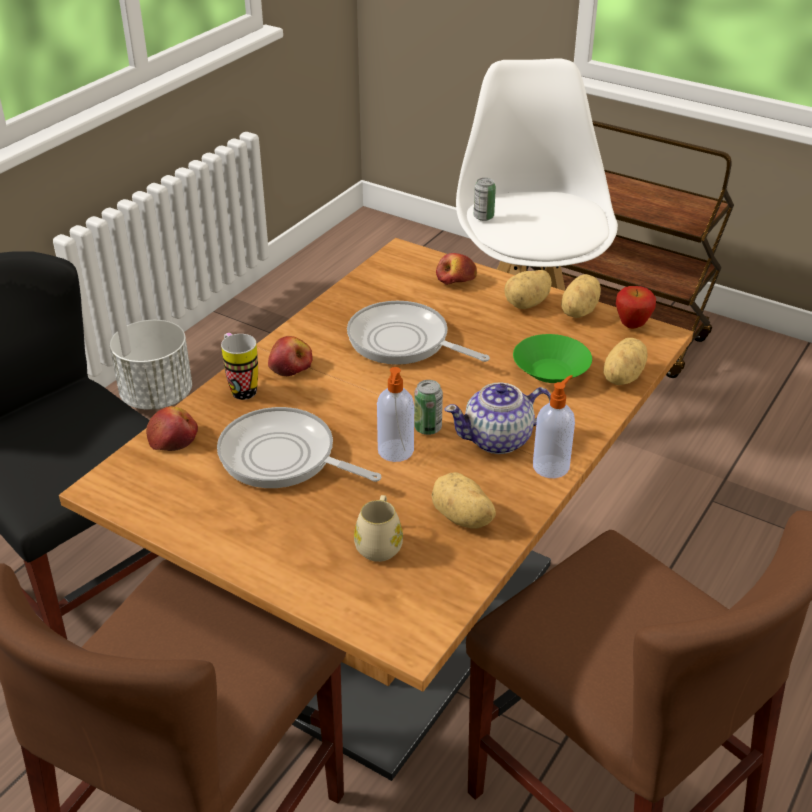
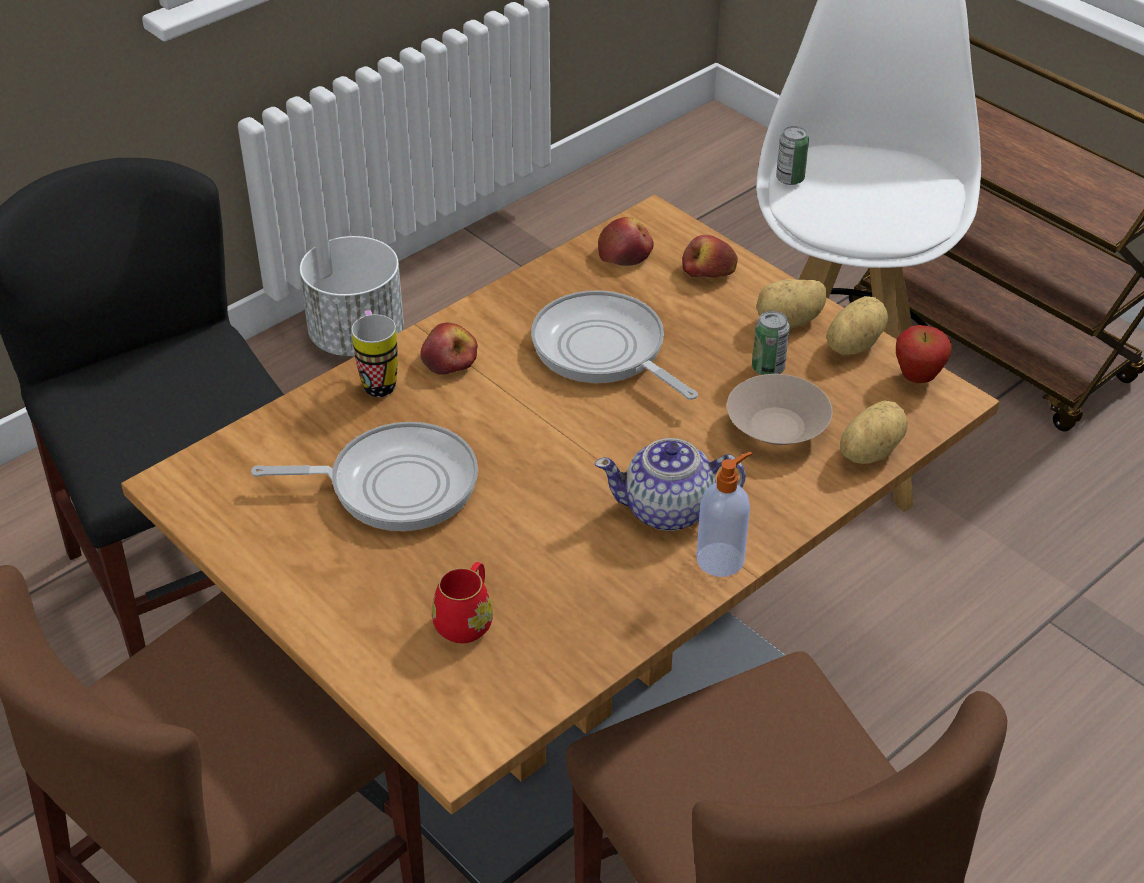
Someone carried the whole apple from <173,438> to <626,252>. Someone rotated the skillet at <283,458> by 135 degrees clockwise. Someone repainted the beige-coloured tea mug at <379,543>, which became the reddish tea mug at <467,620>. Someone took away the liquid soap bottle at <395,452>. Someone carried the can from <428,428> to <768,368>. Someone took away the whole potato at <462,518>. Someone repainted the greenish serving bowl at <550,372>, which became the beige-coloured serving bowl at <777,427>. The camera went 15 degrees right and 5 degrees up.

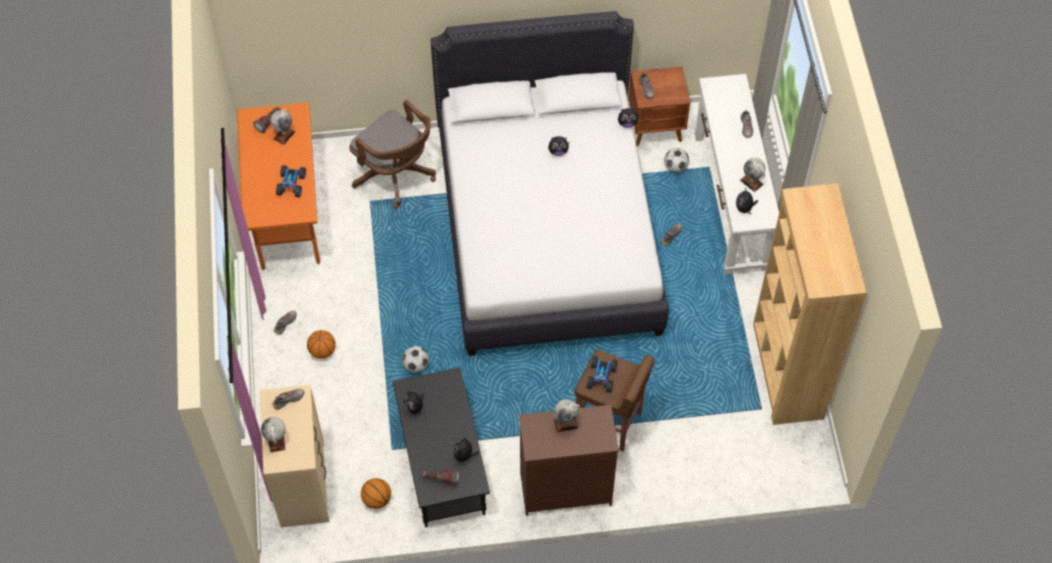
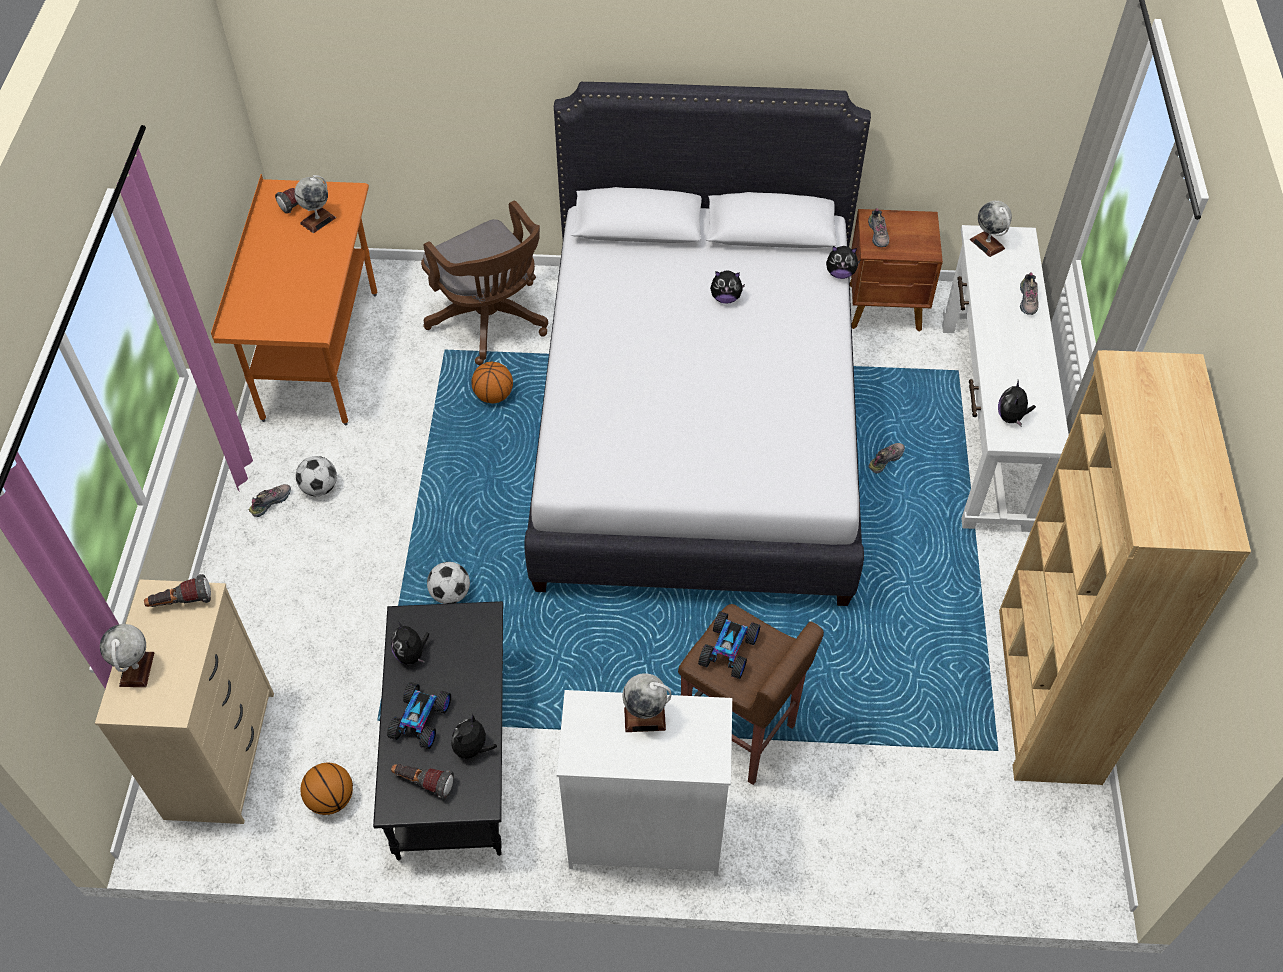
Someone swapped the item of footwear at <288,399> for the hand torch at <181,602>. Someone carried the model car from <292,184> to <421,720>. Someone carried the basketball from <322,351> to <493,395>. Someone repainted the brown-coloured drawer chest at <565,488>, which became the white drawer chest at <645,831>. Someone carried the football ball from <675,167> to <320,488>. Someone carried the desk globe from <751,182> to <987,244>. The camera went 10 degrees right and 5 degrees down.

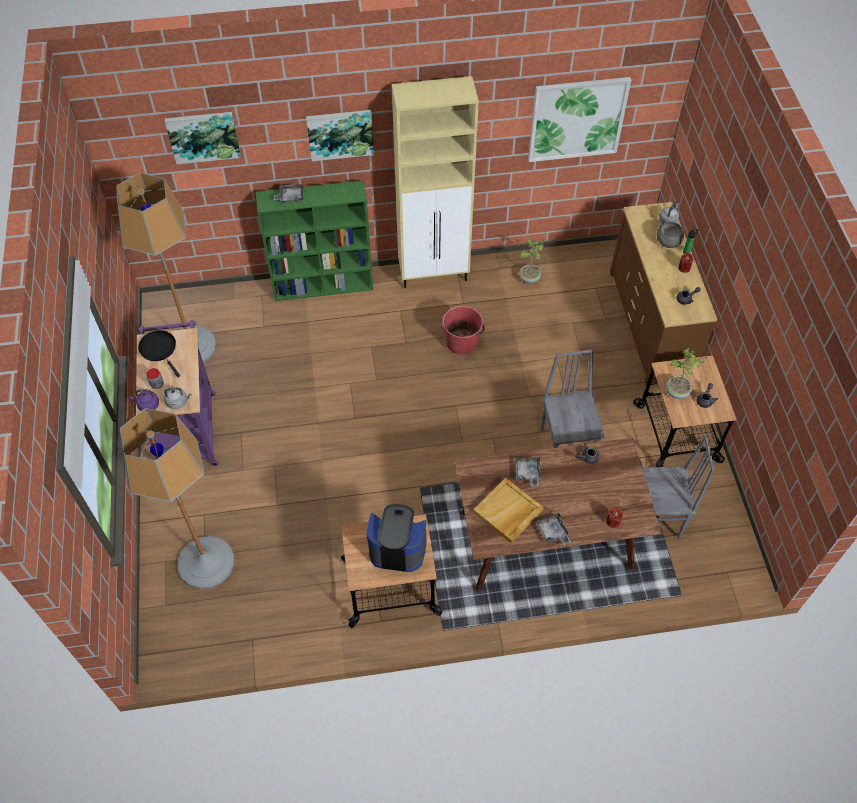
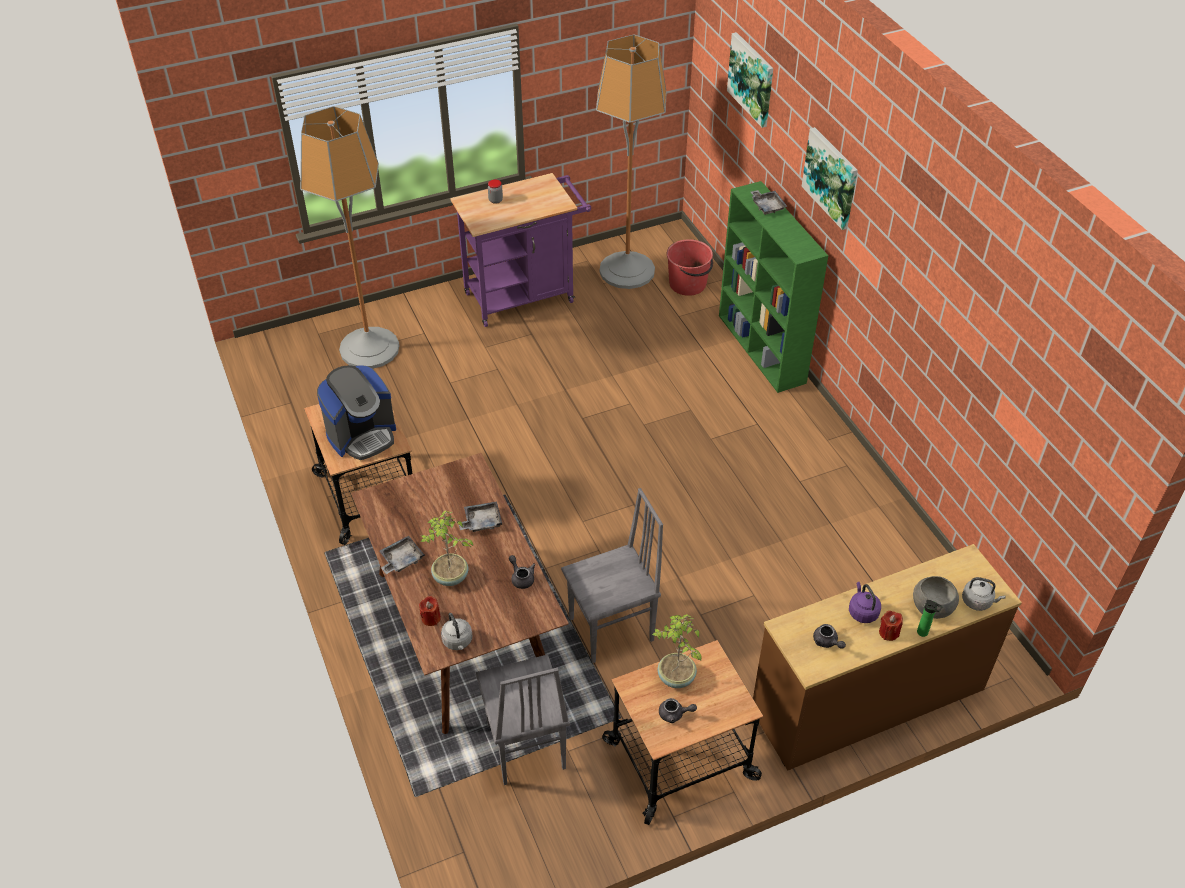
Someone carried the purplish tea kettle from <147,405> to <862,612>. Someone took away the black skillet at <159,349>. Someone carried the greyish tea kettle from <178,402> to <458,642>. Someone rotated the coffee maker at <397,548> by 60 degrees clockwise. Someone took away the beige-coloured cupboard at <434,274>. Someone carried the reddish pail from <462,341> to <688,284>. Someone took away the beige-coloured serving tray at <508,512>. Someone carried the houseplant from <530,278> to <450,577>. Someone took away the wall art at <577,119>. The camera went 75 degrees right and 10 degrees down.

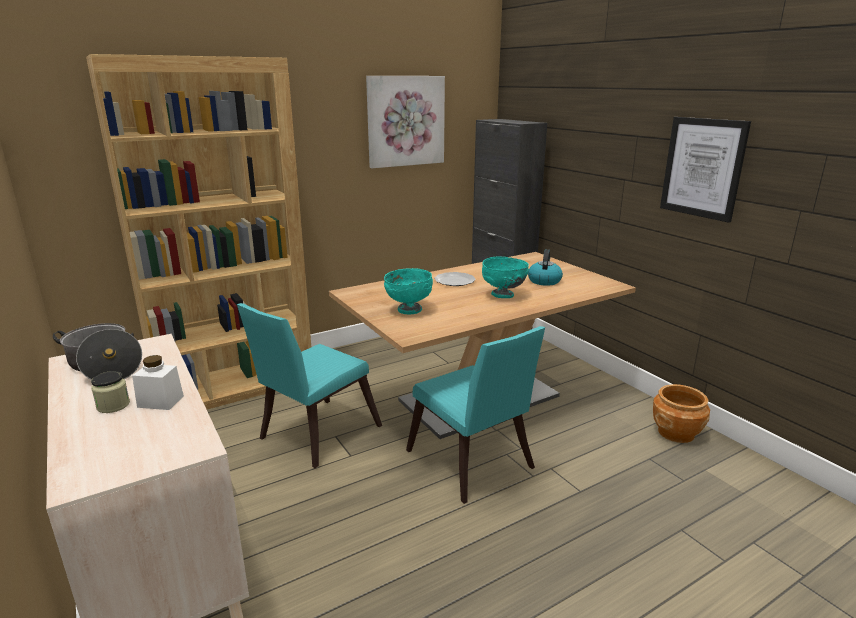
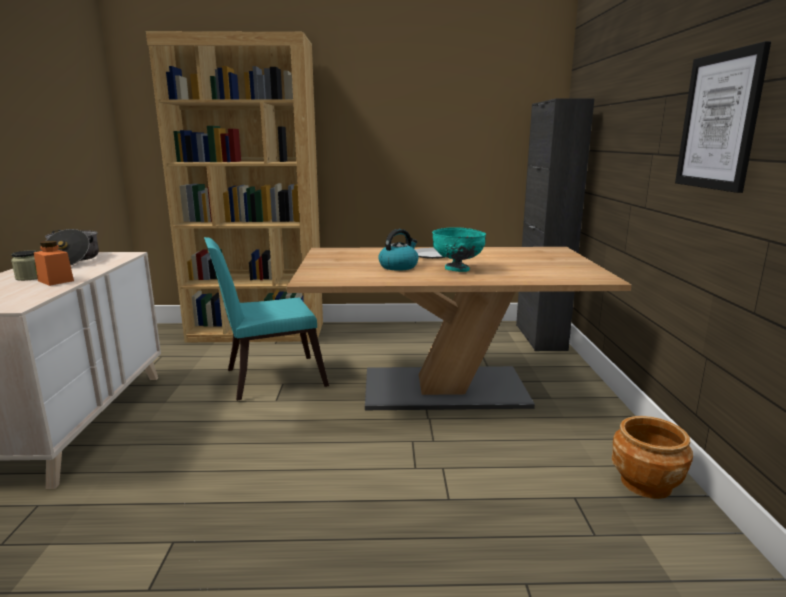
Someone repainted the white preserve jar at <160,401>, which became the orangey preserve jar at <55,281>. Someone took away the wall art at <405,121>. Someone took away the turquoise-coloured serving bowl at <409,310>. Someone took away the turquoise-coloured upright chair at <472,465>. Someone carried the tea kettle from <544,281> to <398,266>. The camera went 30 degrees right and 5 degrees down.

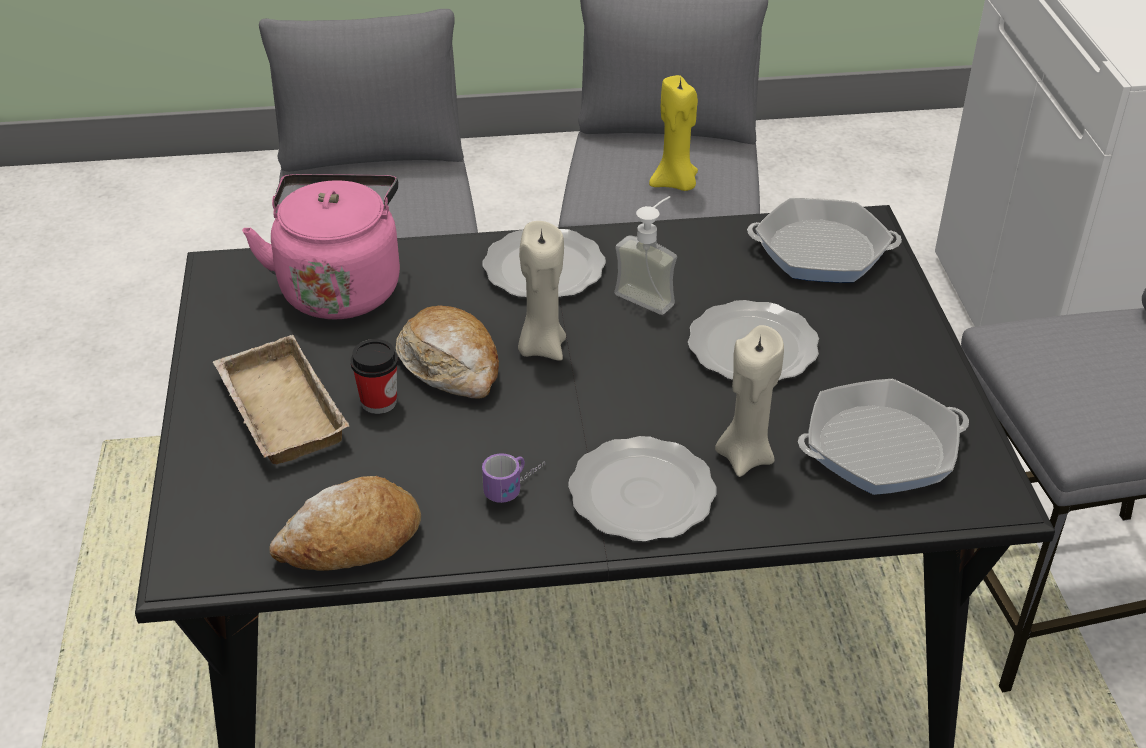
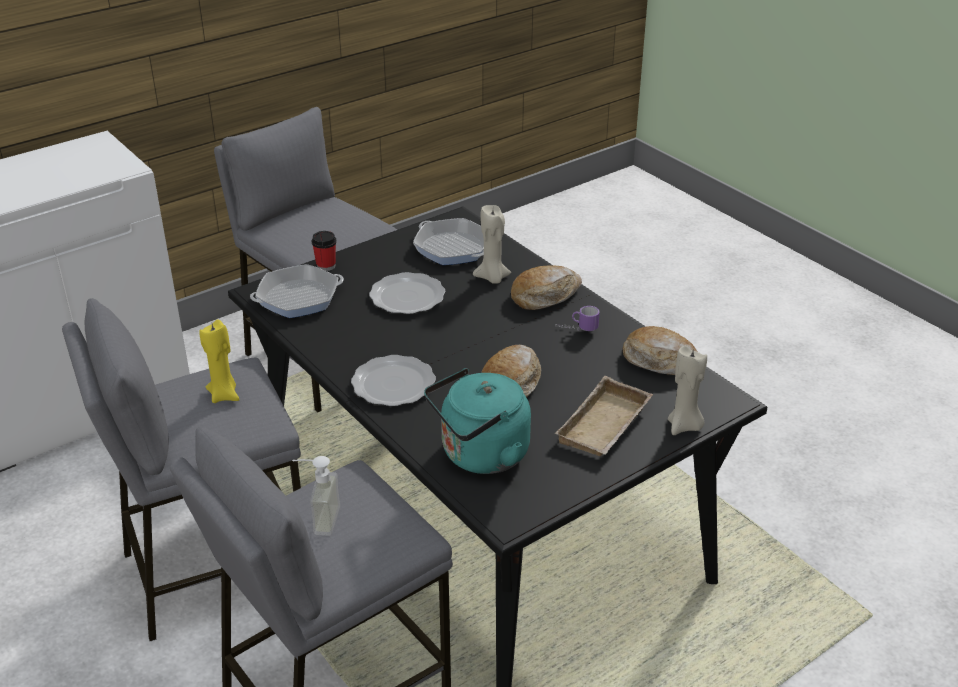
Someone repainted the pinkish tea kettle at <340,287>, which became the turquoise-coloured tea kettle at <480,455>. Someone carried the cup from <379,402> to <326,266>. Someone carried the beige-coloured candle from <541,347> to <684,426>. Someone swapped the plate at <643,495> for the bread at <545,296>. Someone carried the liquid soap bottle from <651,293> to <317,519>. Someone rotated the skillet at <821,250> by 90 degrees counterclockwise. The camera went 120 degrees left and 5 degrees down.

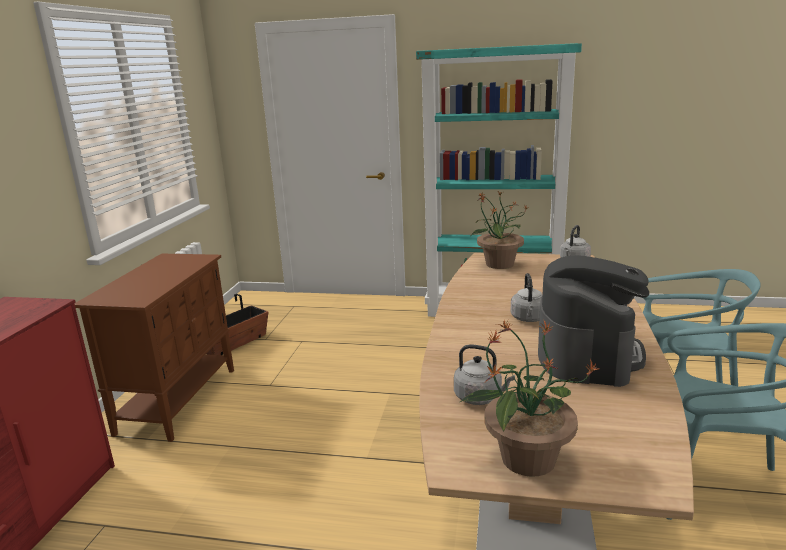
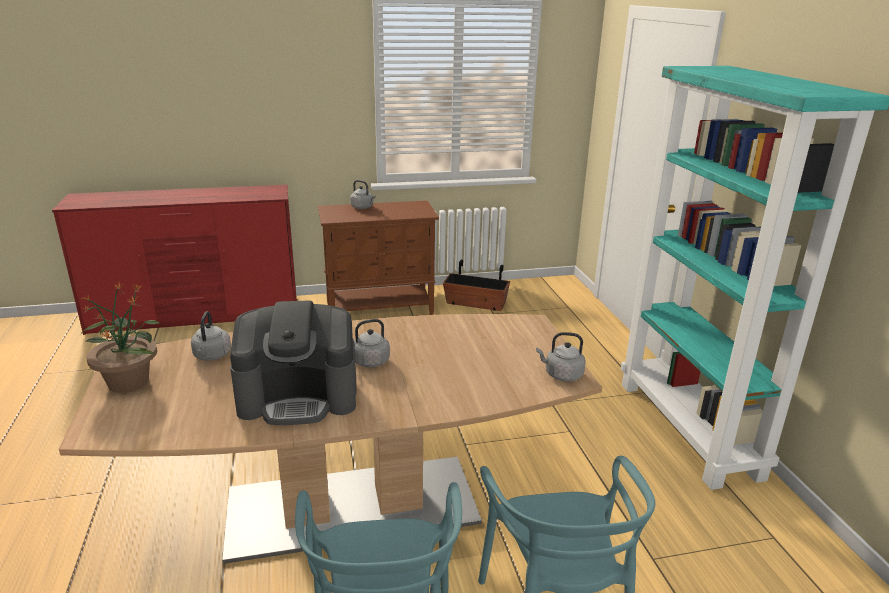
Someone took away the houseplant at <498,264>. Someone put down the greyish tea kettle at <363,207>. The camera went 65 degrees right and 5 degrees up.

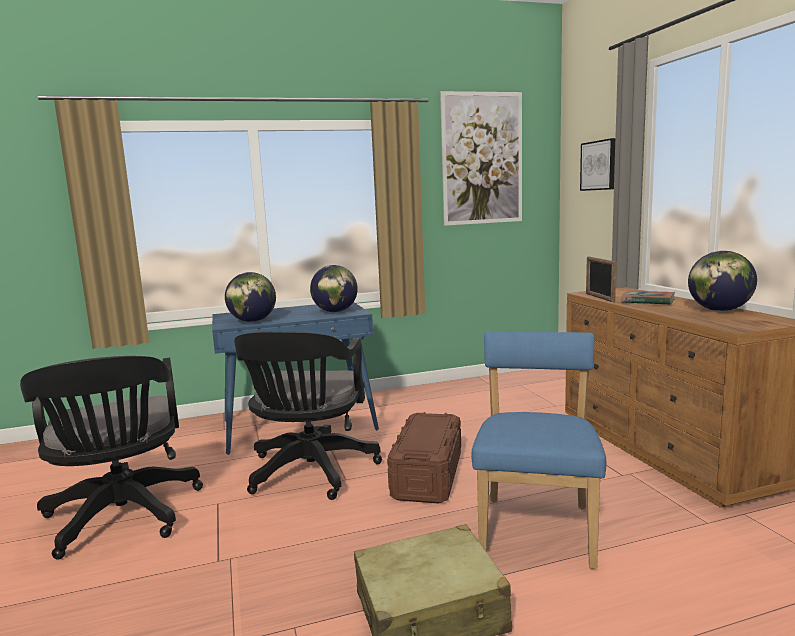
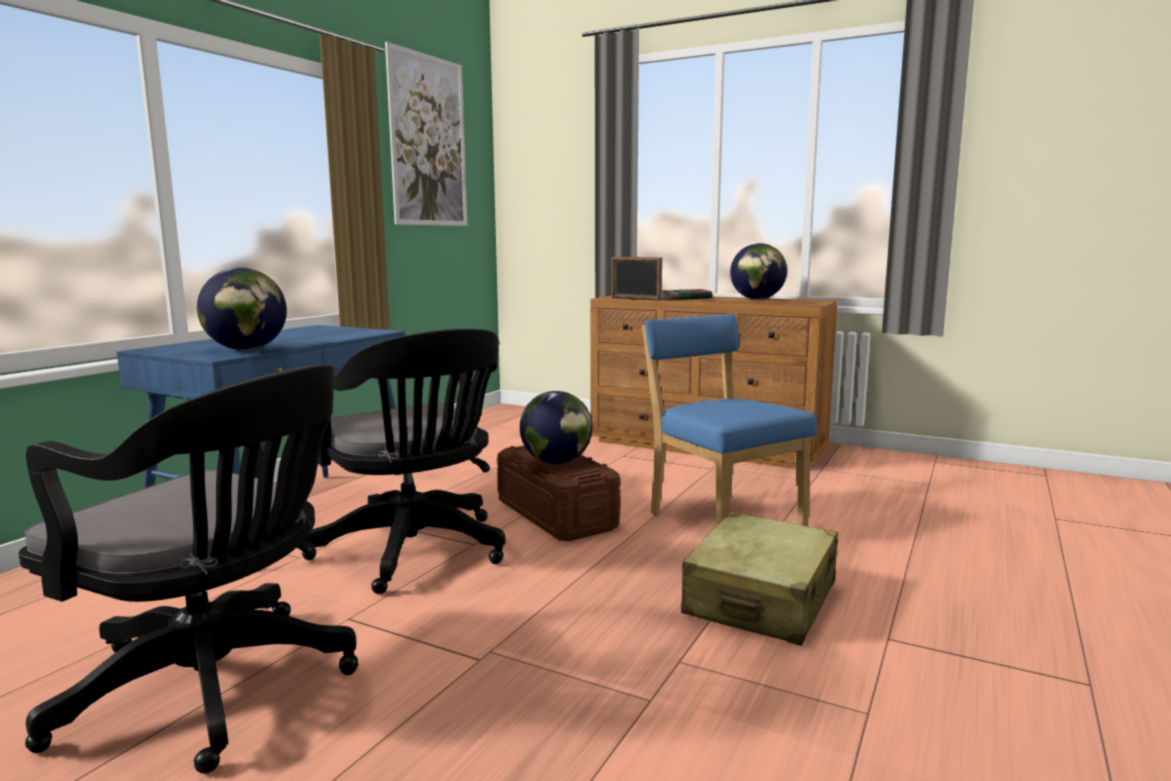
Someone carried the desk globe from <335,311> to <556,462>. Someone took away the wall art at <598,165>. The camera went 45 degrees left and 0 degrees up.

